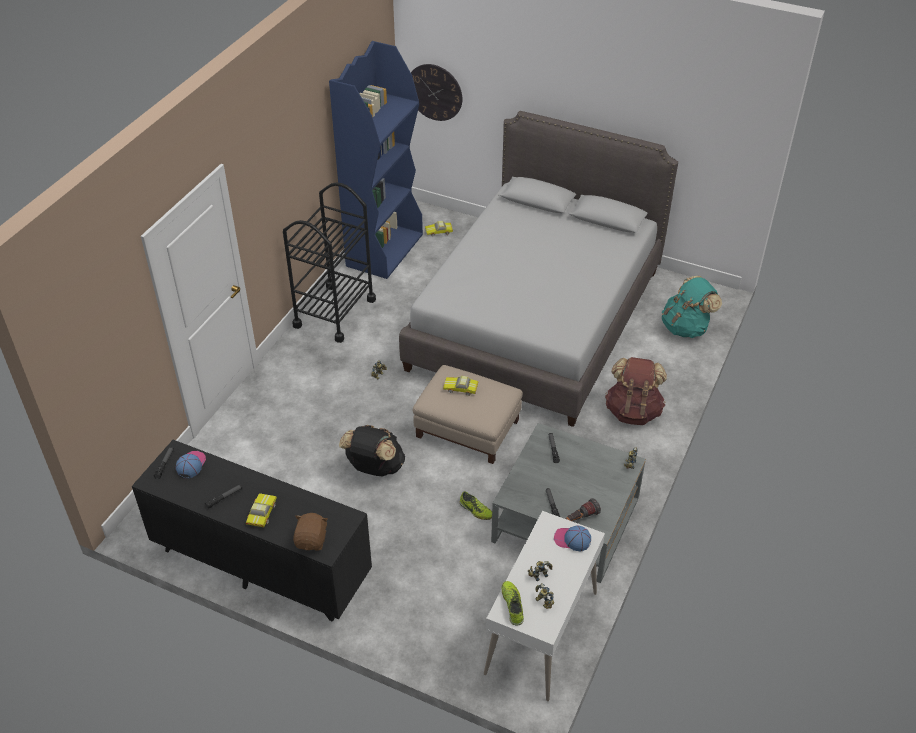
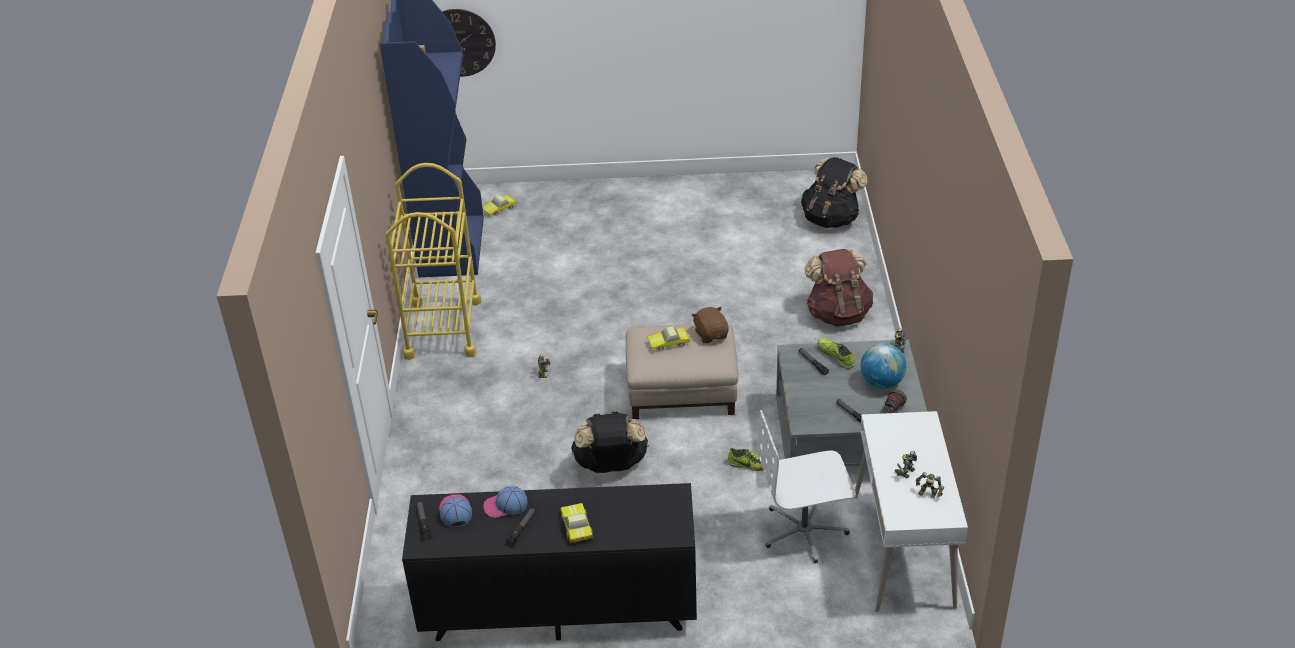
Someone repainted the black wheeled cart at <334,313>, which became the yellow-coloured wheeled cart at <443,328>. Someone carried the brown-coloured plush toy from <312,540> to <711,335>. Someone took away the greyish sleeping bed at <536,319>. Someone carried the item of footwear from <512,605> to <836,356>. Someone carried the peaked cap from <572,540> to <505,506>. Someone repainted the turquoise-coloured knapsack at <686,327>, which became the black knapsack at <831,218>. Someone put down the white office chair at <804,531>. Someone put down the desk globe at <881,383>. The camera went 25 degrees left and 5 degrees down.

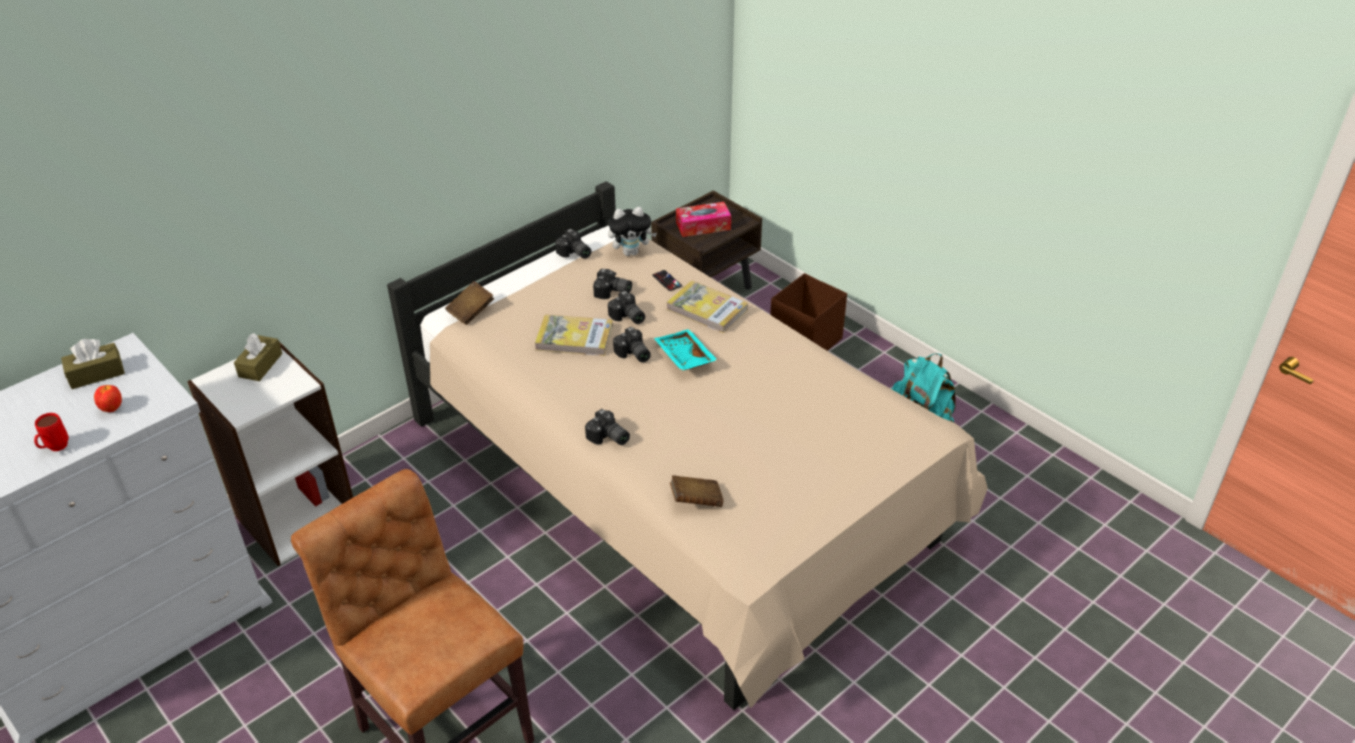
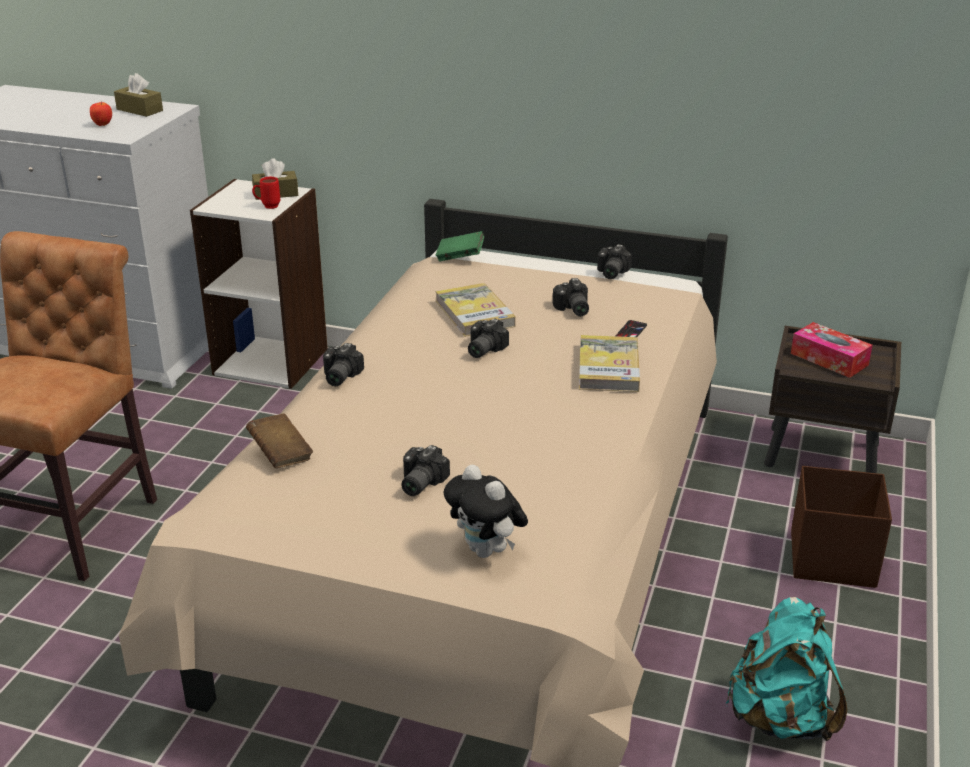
Someone carried the reddish tea mug from <55,449> to <267,206>. Someone repainted the brown-coloured bound book at <471,312>, which became the greenish bound book at <460,257>. Someone carried the plush toy from <631,252> to <486,551>. Someone carried the still camera from <627,317> to <418,483>. Someone took away the turquoise-coloured serving tray at <684,357>. The camera went 60 degrees right and 10 degrees down.

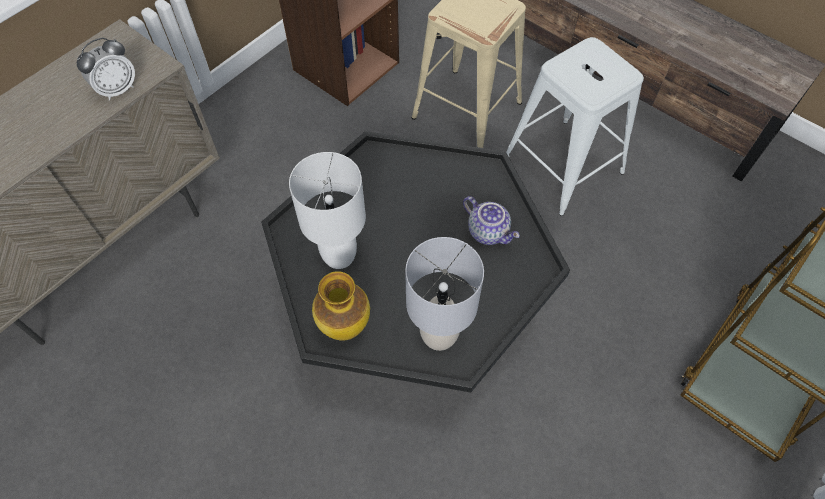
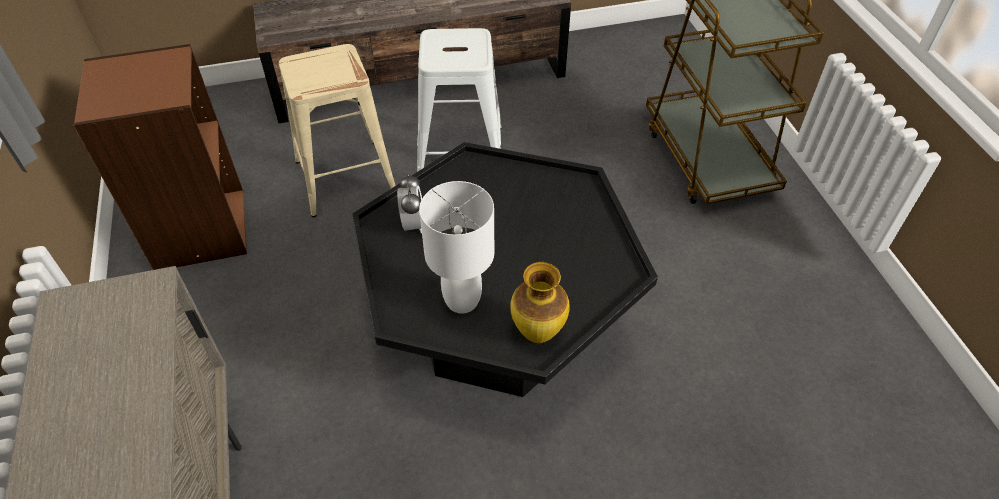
Someone carried the table clock from <117,89> to <413,224>. Someone took away the greyish table lamp at <439,335>. Someone took away the pot for tea at <489,231>. The camera went 55 degrees left and 10 degrees down.

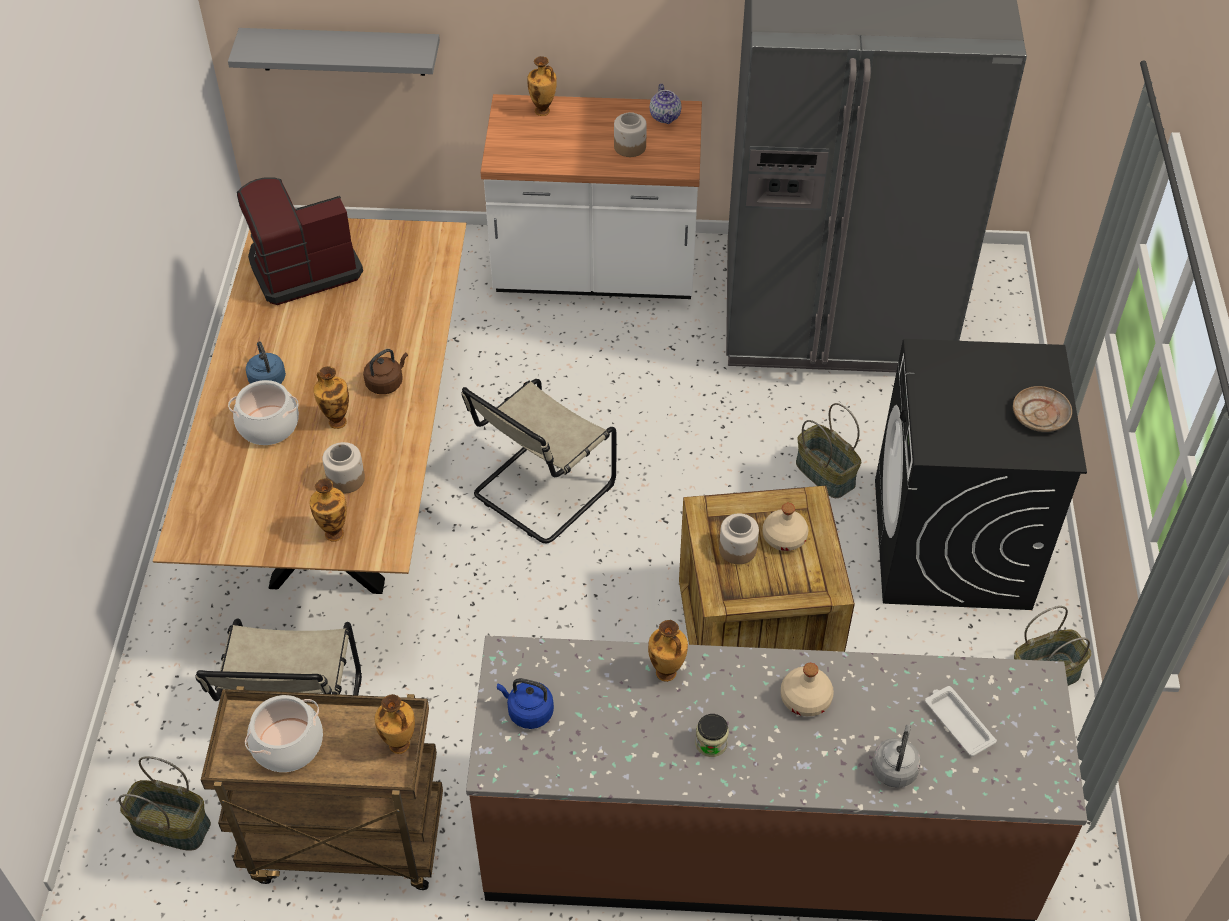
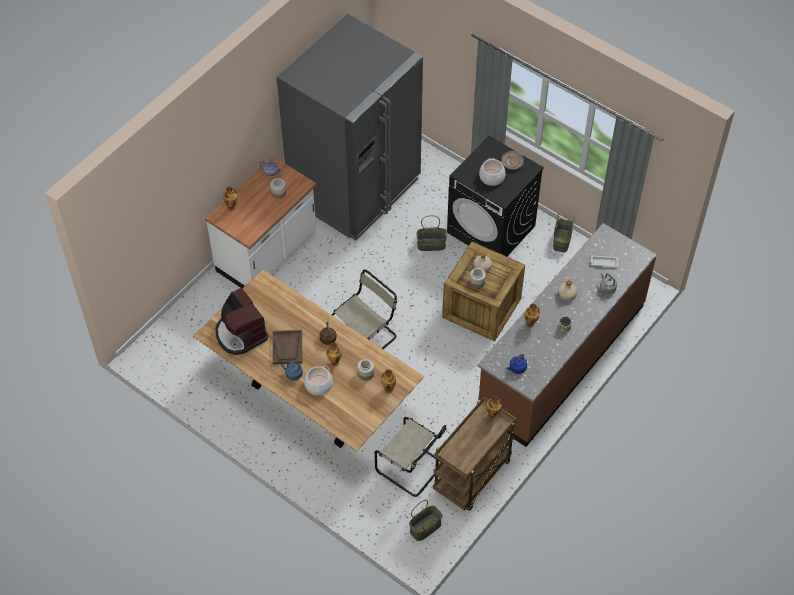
Someone took away the greyish wall shelf at <342,51>. Someone rotated the coffee maker at <303,267> by 45 degrees counterclockwise. Someone carried the cooking pot from <288,744> to <491,177>. Someone rotated the beige-coloured upright chair at <540,492> by 120 degrees counterclockwise. Someone put down the brown-coloured serving tray at <287,348>. The camera went 55 degrees left and 5 degrees up.

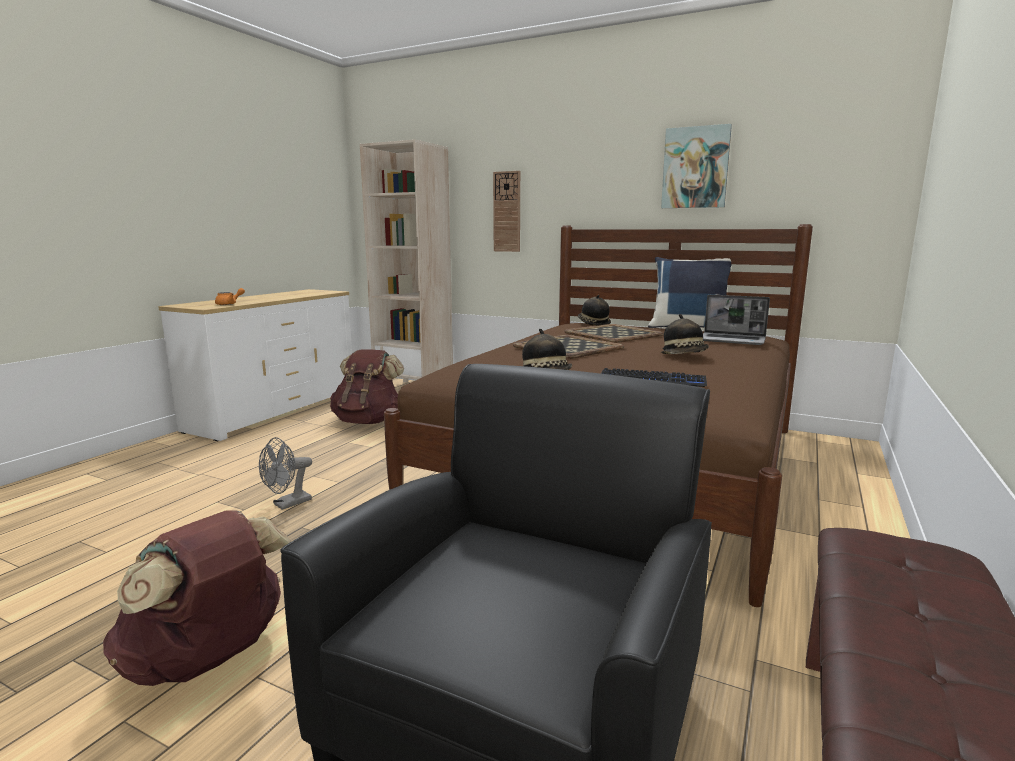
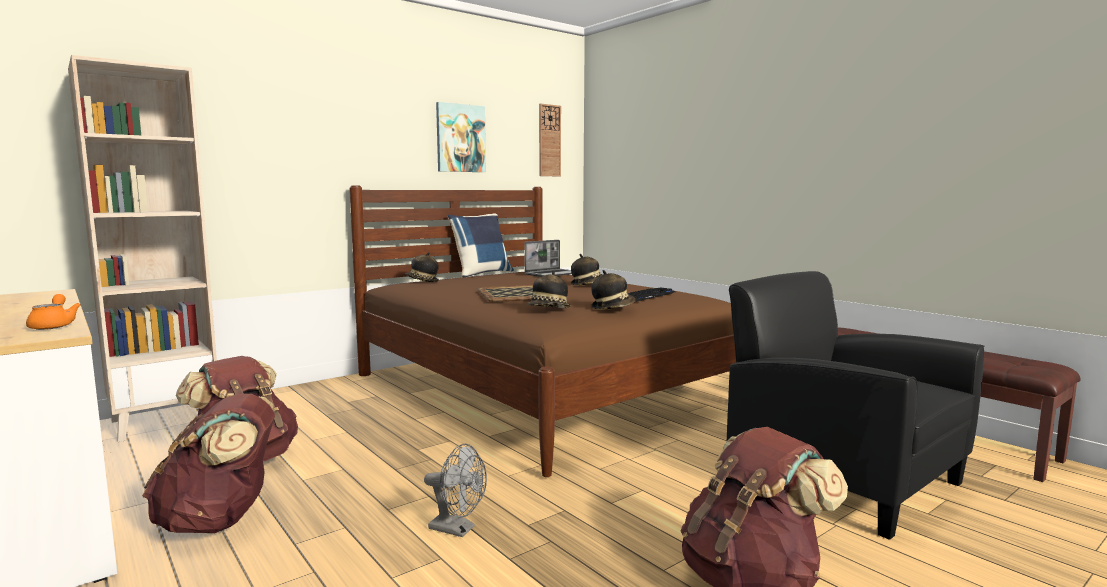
Someone rotated the greyish fan at <287,504> by 45 degrees counterclockwise. Someone carried the hanging clock from <507,212> to <549,140>. Someone took away the serving tray at <613,334>. Someone put down the brown-coloured knapsack at <220,521>. Someone put down the hat at <548,310>. The camera went 65 degrees left and 5 degrees down.

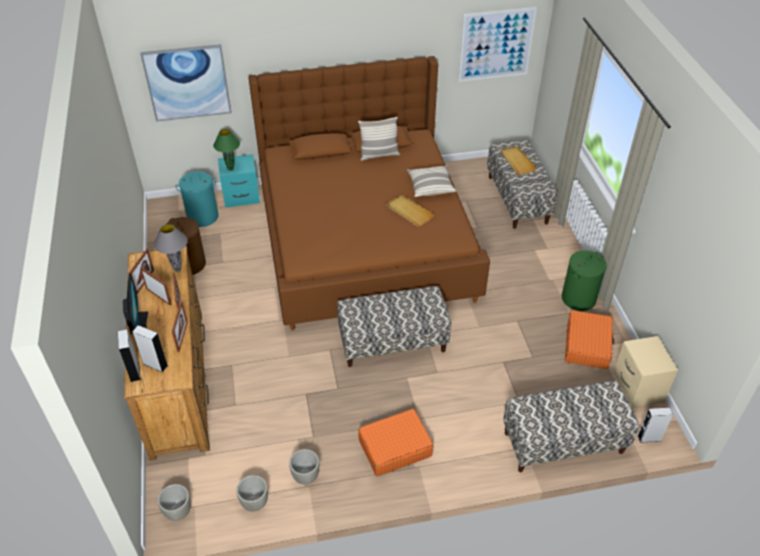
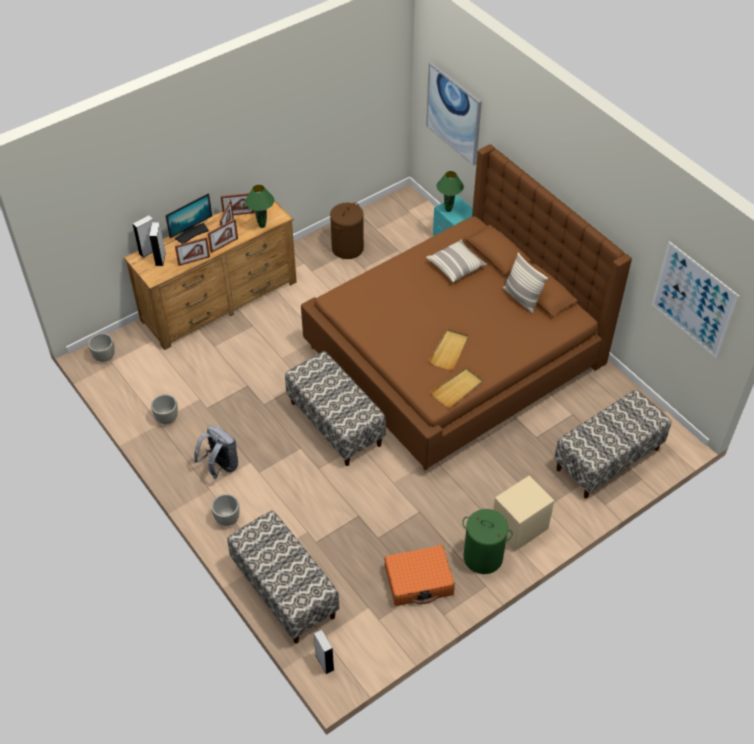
Someone repainted the greyish table lamp at <177,270>, which became the greenish table lamp at <262,226>. Someone took away the turquoise-coloured washing basket at <202,217>. Someone carried the greyish planter from <254,503> to <227,518>. Someone swapped the orangey suitcase at <394,448> for the greyish knapsack at <220,466>. Someone carried the throw pillow from <430,187> to <456,266>. Someone carried the beige-coloured serving tray from <517,161> to <457,388>. Someone carried the beige-coloured bedside table from <637,387> to <519,527>. The camera went 65 degrees right and 5 degrees up.

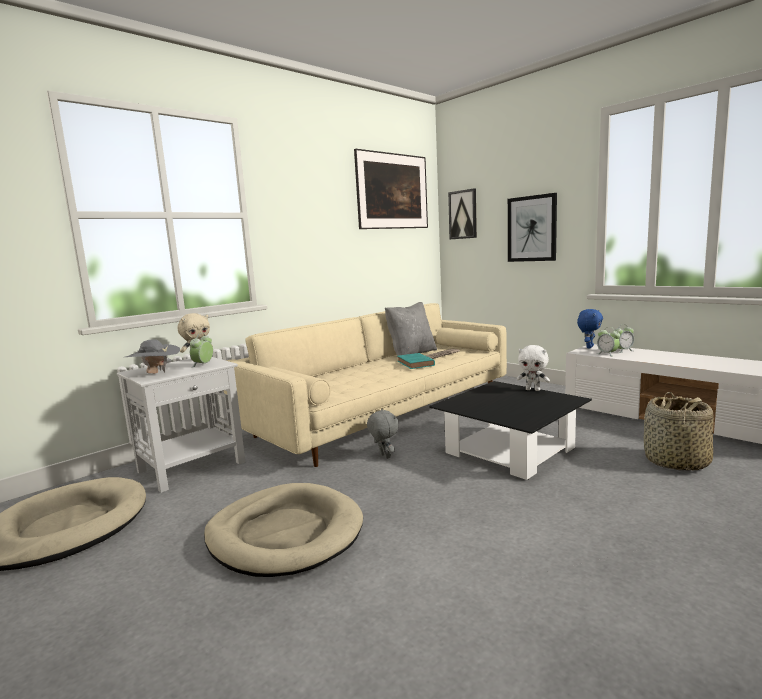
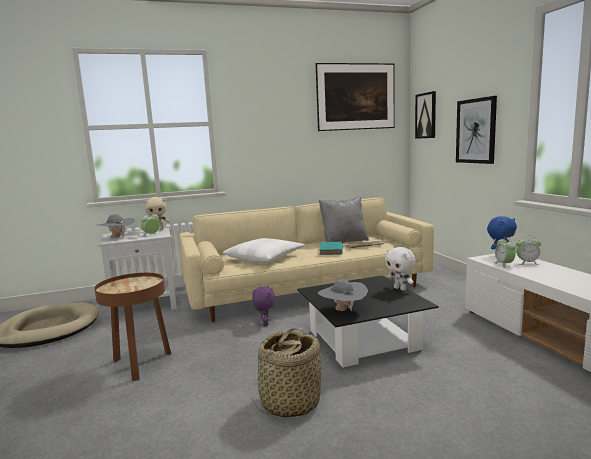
Someone swapped the beige-coloured pet bed at <285,534> for the brown-coloured accent table at <140,364>. Someone repainted the greyish plush toy at <384,456>, which became the purplish plush toy at <264,323>. Someone carried the storage basket from <676,462> to <289,403>. Someone put down the white throw pillow at <265,257>. Someone put down the greyish hat at <343,310>. The camera went 25 degrees right and 0 degrees up.

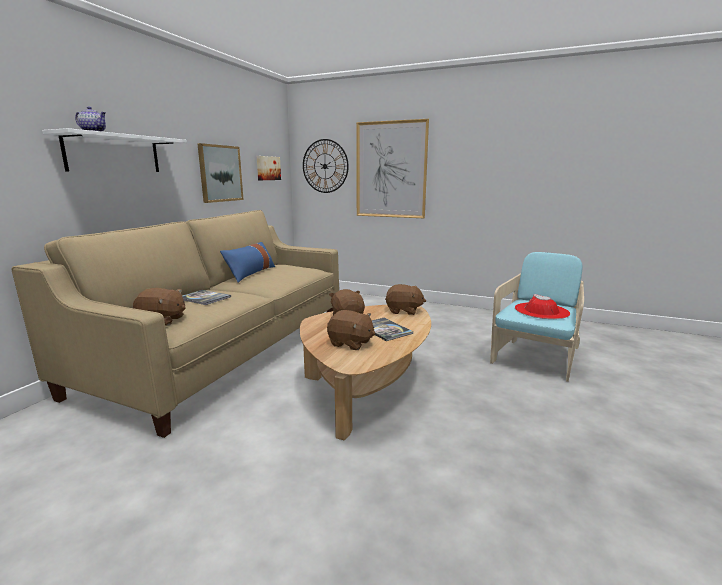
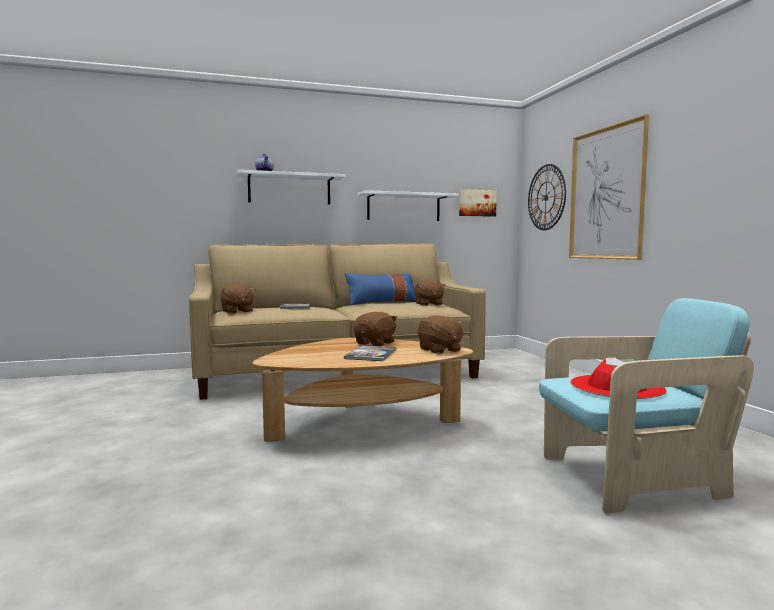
Someone swapped the wall art at <220,173> for the white wall shelf at <403,207>. Someone carried the brown-coloured plush toy from <350,343> to <428,304>. The camera went 50 degrees right and 10 degrees down.

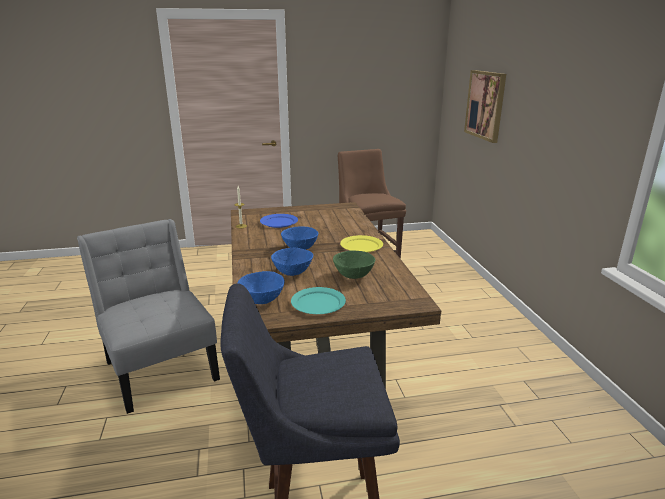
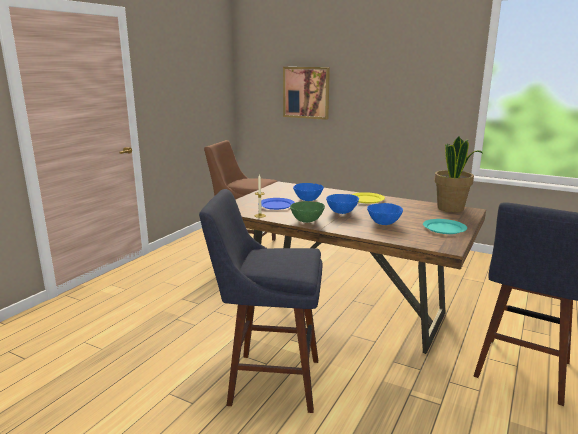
Someone swapped the greyish upright chair at <160,367> for the bluish stool at <268,380>. Someone carried the bluish serving bowl from <262,299> to <308,199>. Someone carried the greenish serving bowl from <353,275> to <307,220>. Someone put down the houseplant at <451,208>. The camera went 50 degrees left and 5 degrees down.

